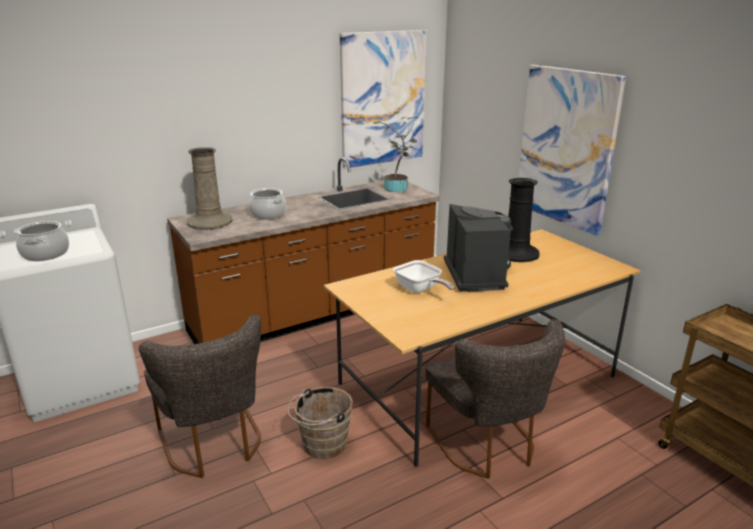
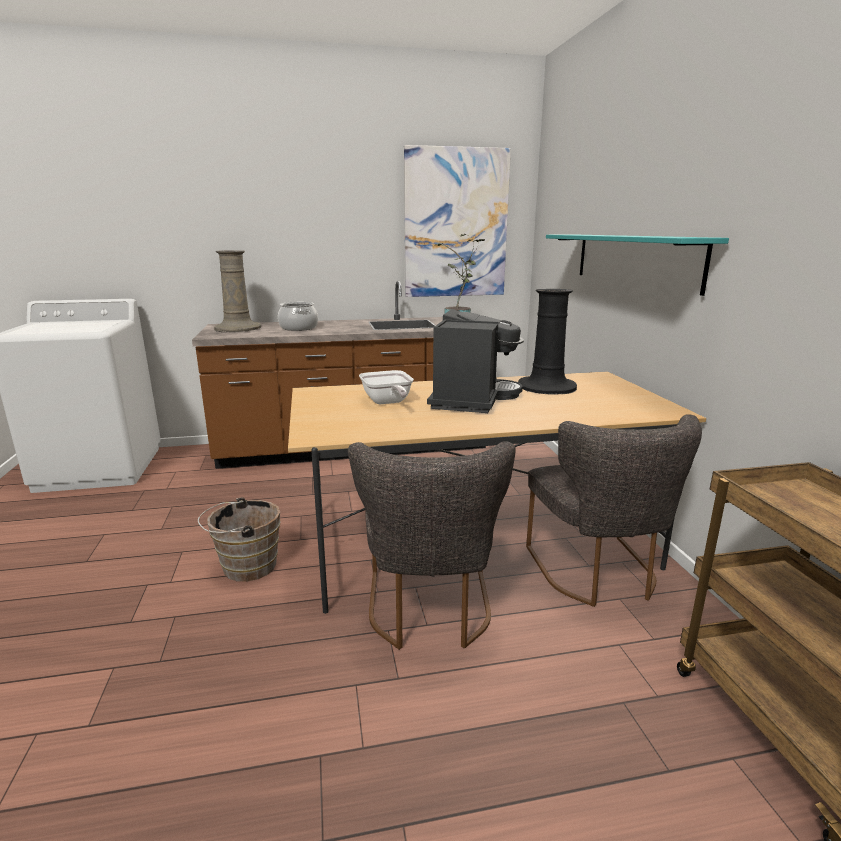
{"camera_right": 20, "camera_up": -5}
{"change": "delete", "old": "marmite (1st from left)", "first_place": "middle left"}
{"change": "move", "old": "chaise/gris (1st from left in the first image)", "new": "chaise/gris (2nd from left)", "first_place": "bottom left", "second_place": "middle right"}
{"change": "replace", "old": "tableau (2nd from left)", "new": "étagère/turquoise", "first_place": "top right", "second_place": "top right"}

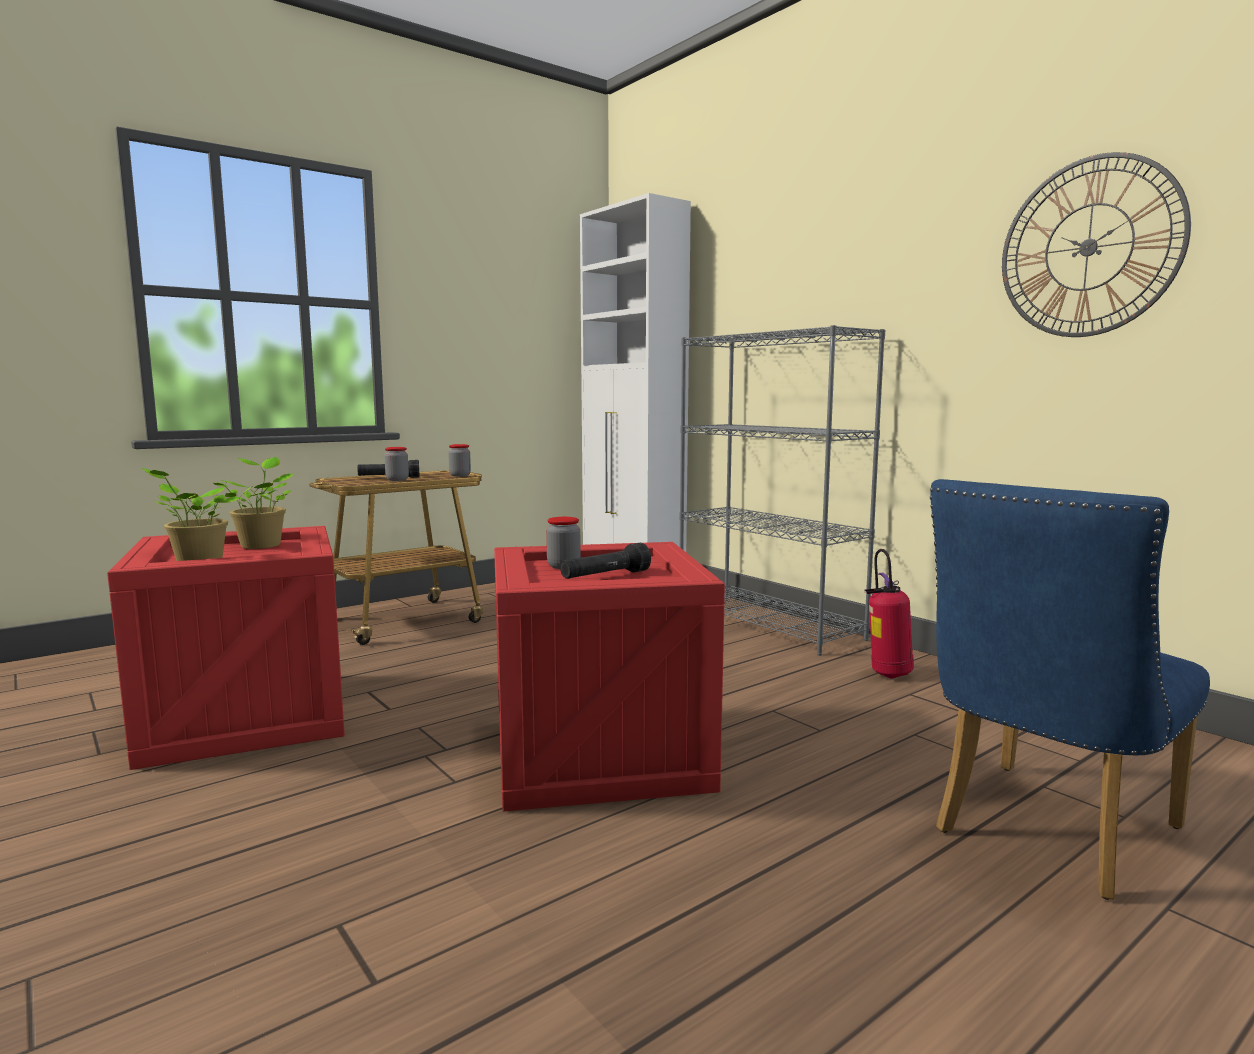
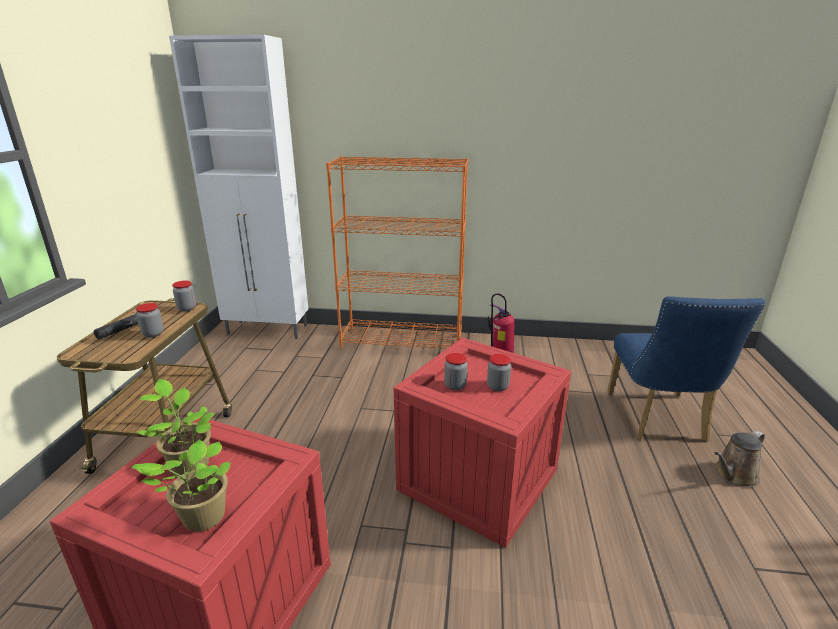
{"camera_right": -45, "camera_up": 15}
{"change": "delete", "old": "horloge murale", "first_place": "top right"}
{"change": "insert", "new": "arrosoir/marron", "second_place": "bottom right"}
{"change": "replace", "old": "lampe de poche/noir (2nd from left)", "new": "bocal (4th from left)", "first_place": "centre", "second_place": "centre"}
{"change": "recolor", "old": "bibliothèque/gris", "new": "bibliothèque/orange", "first_place": "centre", "second_place": "centre"}

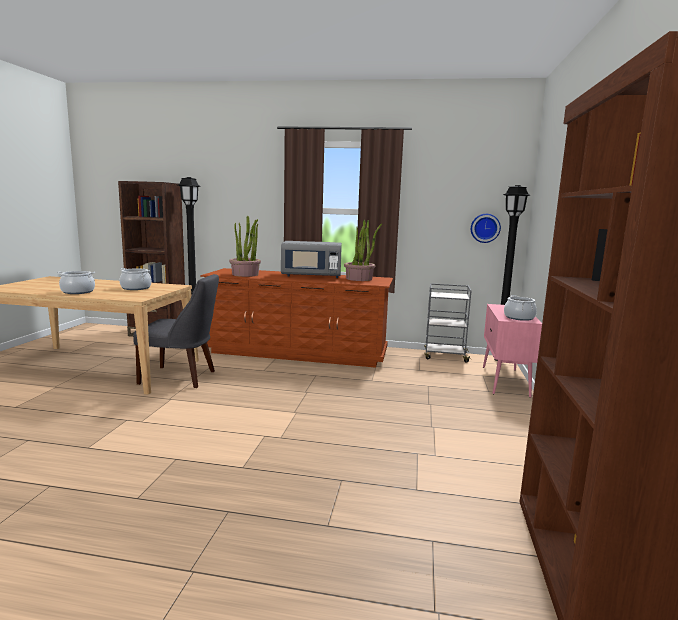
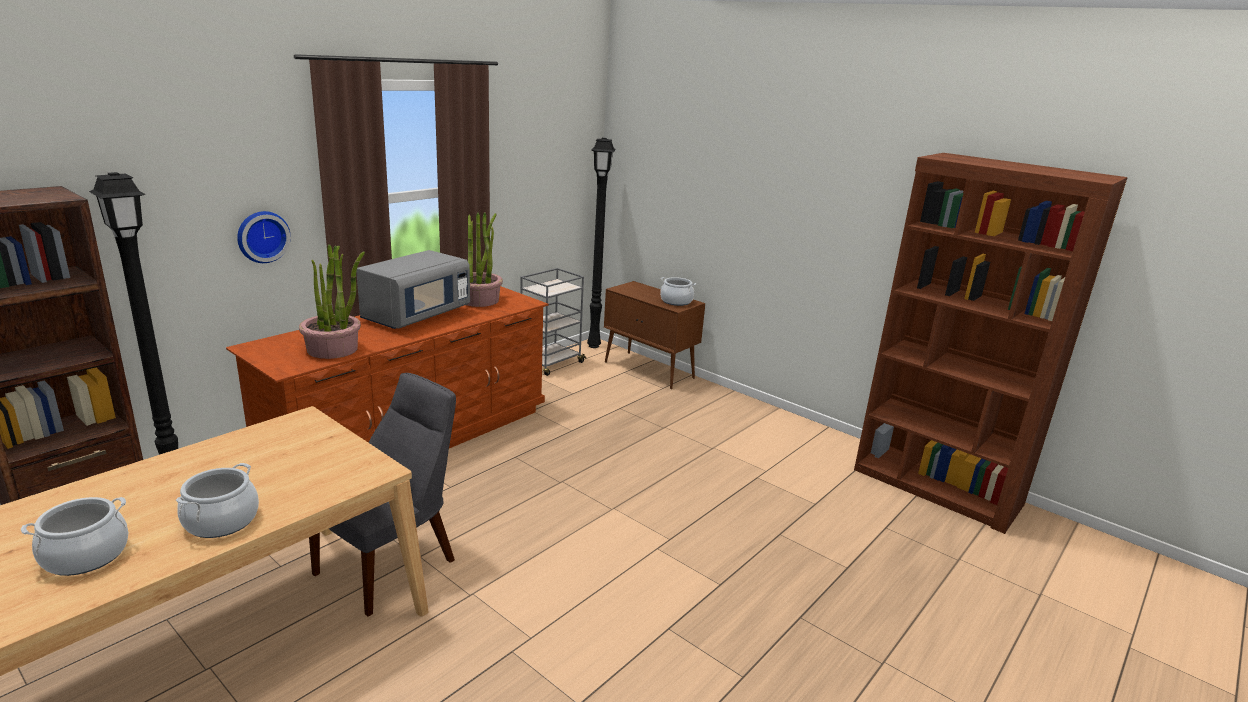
{"camera_right": -60, "camera_up": 10}
{"change": "move", "old": "marmite (2nd from left in the first image)", "new": "marmite (1st from left)", "first_place": "middle left", "second_place": "bottom left"}
{"change": "move", "old": "horloge murale", "first_place": "middle right", "second_place": "middle left"}
{"change": "recolor", "old": "meuble de rangement/rose", "new": "meuble de rangement/marron", "first_place": "middle right", "second_place": "centre"}

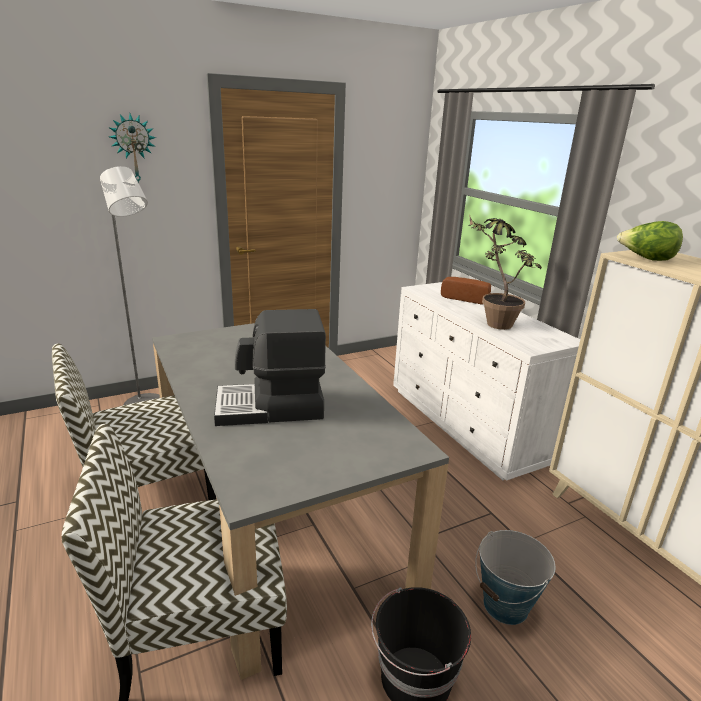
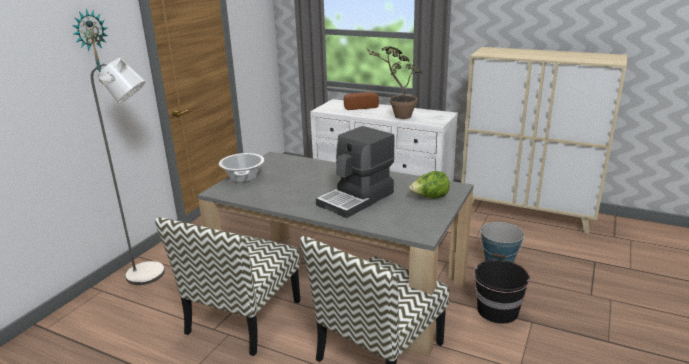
{"camera_right": -35, "camera_up": 0}
{"change": "insert", "new": "marmite", "second_place": "centre"}
{"change": "move", "old": "laitue", "first_place": "middle right", "second_place": "centre"}

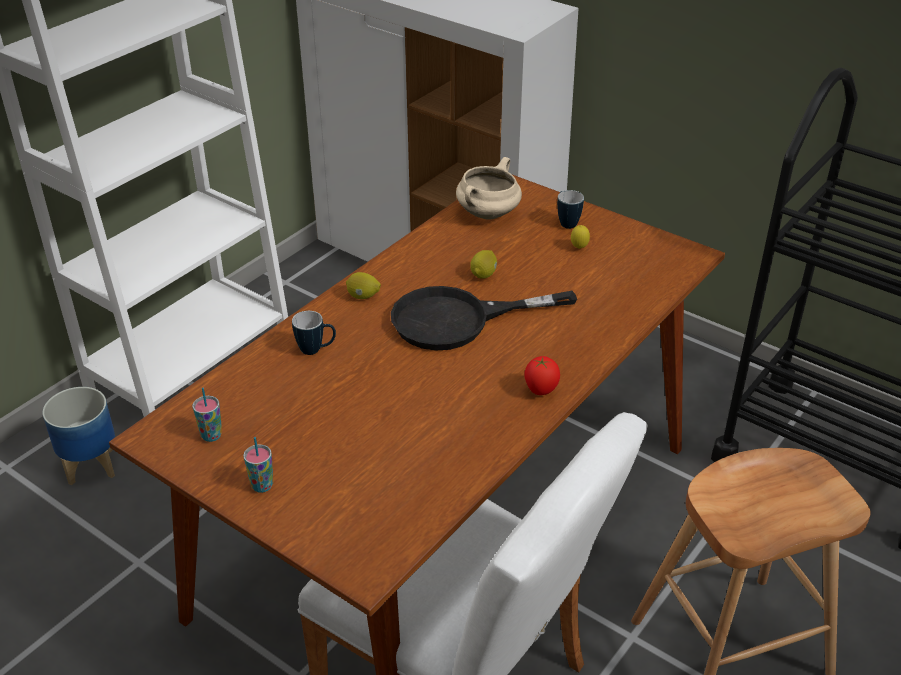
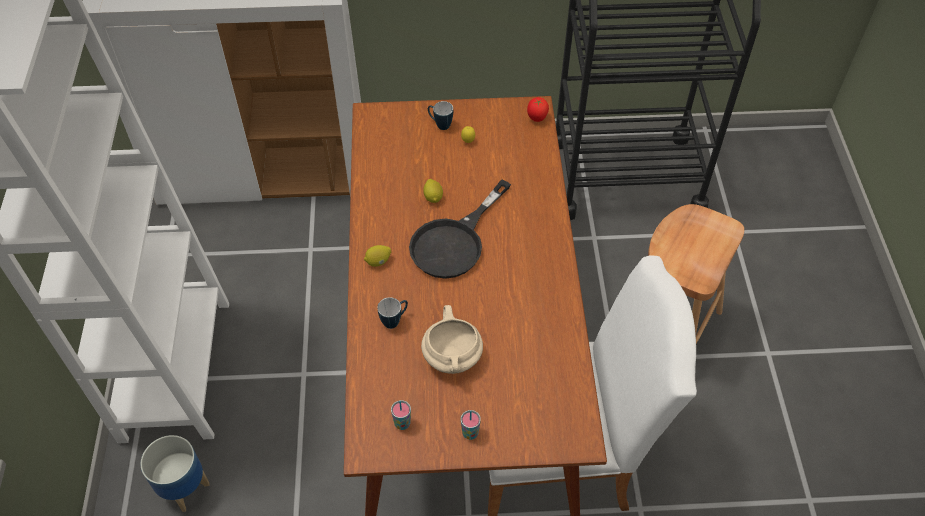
{"camera_right": -40, "camera_up": 15}
{"change": "move", "old": "marmite/beige", "first_place": "top centre", "second_place": "centre"}
{"change": "move", "old": "tomate", "first_place": "centre", "second_place": "top centre"}

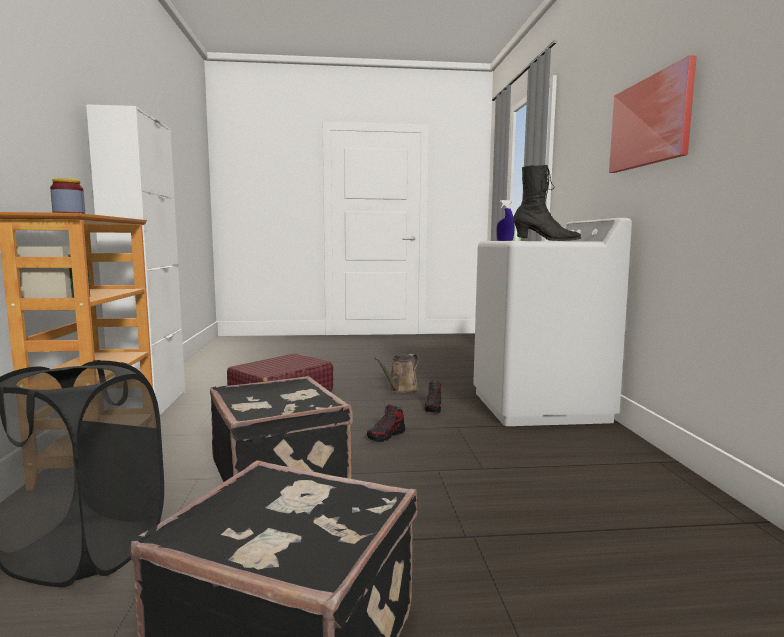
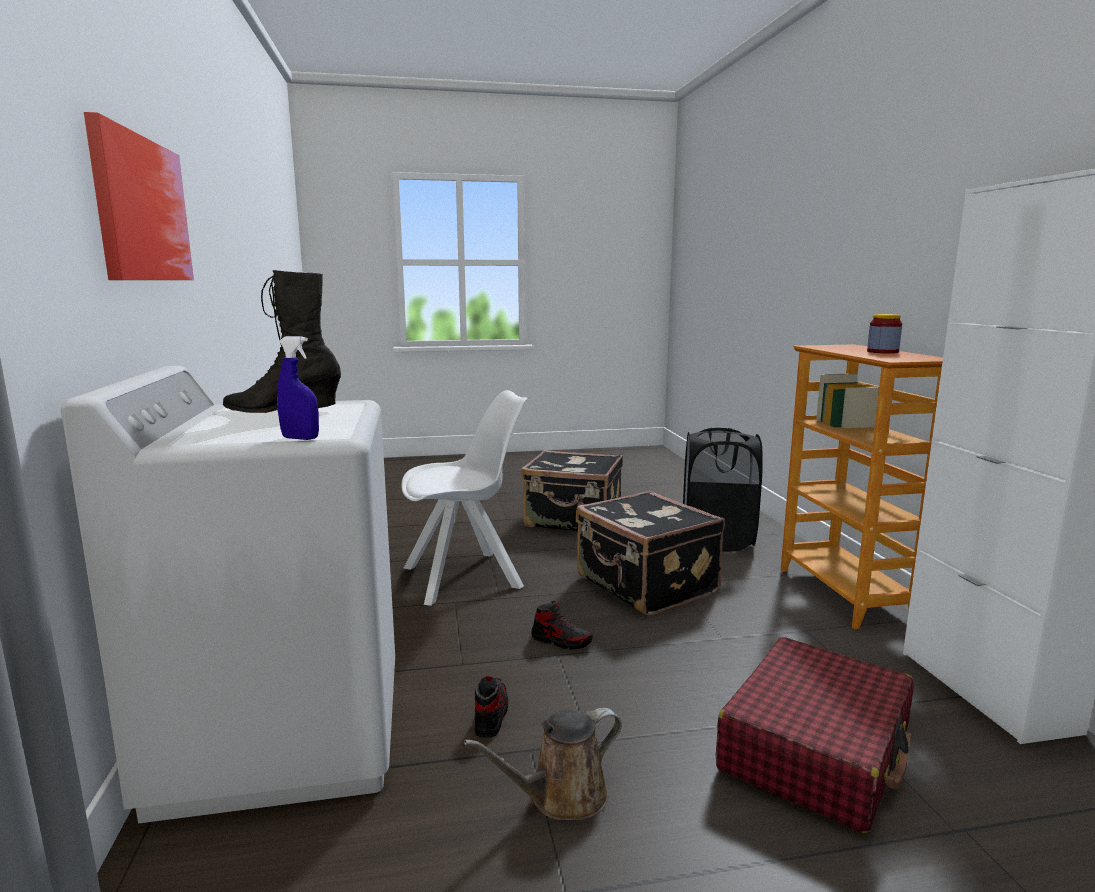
{"camera_right": 175, "camera_up": 5}
{"change": "insert", "new": "chaise/blanc", "second_place": "centre"}
{"change": "rotate", "old": "chaussure (1st from left in the first image)", "first_place": "centre", "second_place": "bottom centre", "degrees": 75}
{"change": "rotate", "old": "arrosoir/marron", "first_place": "centre", "second_place": "bottom centre", "degrees": -150}

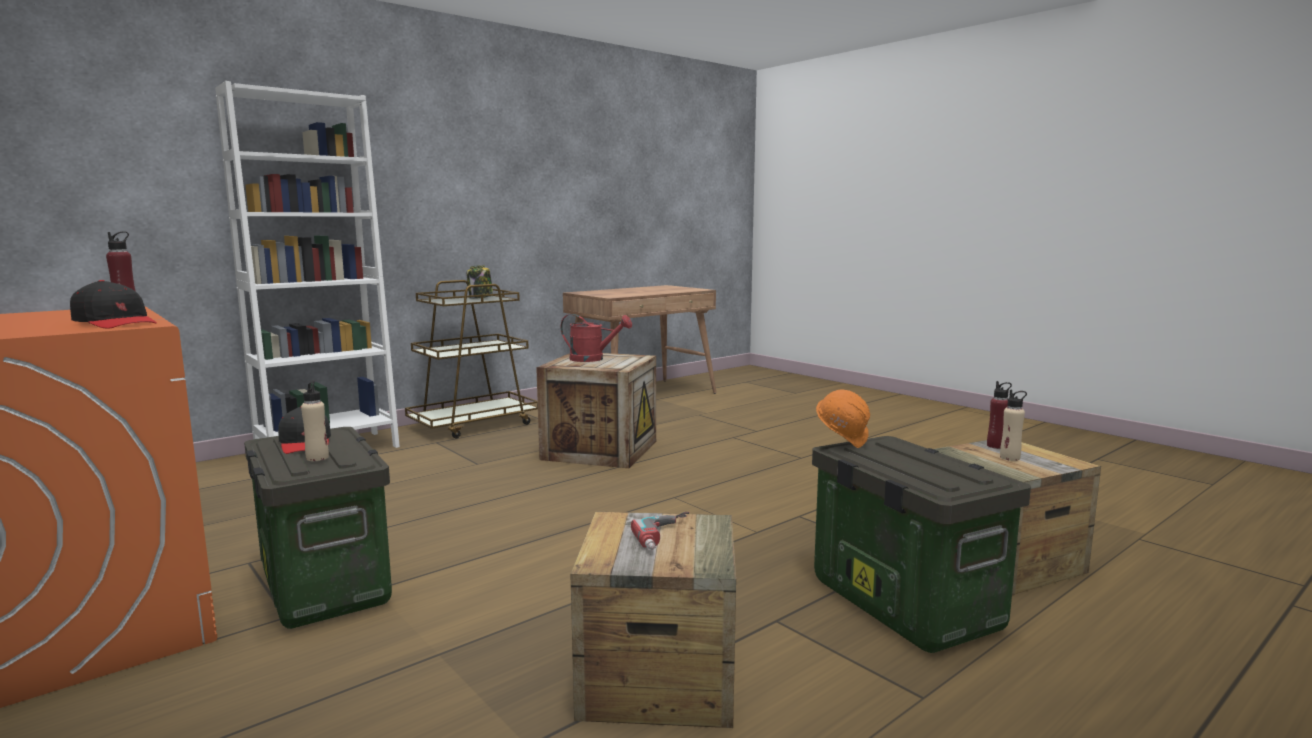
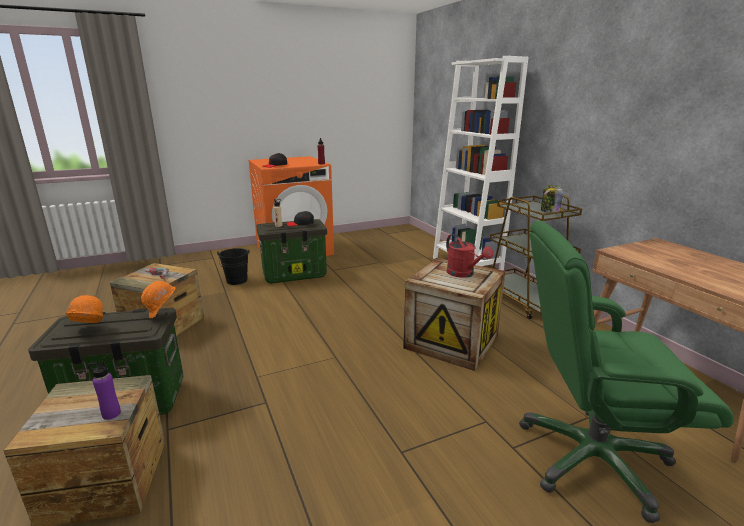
{"camera_right": 105, "camera_up": 10}
{"change": "delete", "old": "bouteille/beige (2nd from left)", "first_place": "middle right"}
{"change": "insert", "new": "casque de chantier/orange (1st from left)", "second_place": "middle left"}
{"change": "insert", "new": "seau/noir", "second_place": "middle left"}
{"change": "insert", "new": "chaise de bureau/vert", "second_place": "bottom right"}
{"change": "recolor", "old": "bouteille/rouge (2nd from left)", "new": "bouteille/violet", "first_place": "middle right", "second_place": "bottom left"}
{"change": "rotate", "old": "arrosoir/rouge", "first_place": "centre", "second_place": "centre", "degrees": -60}

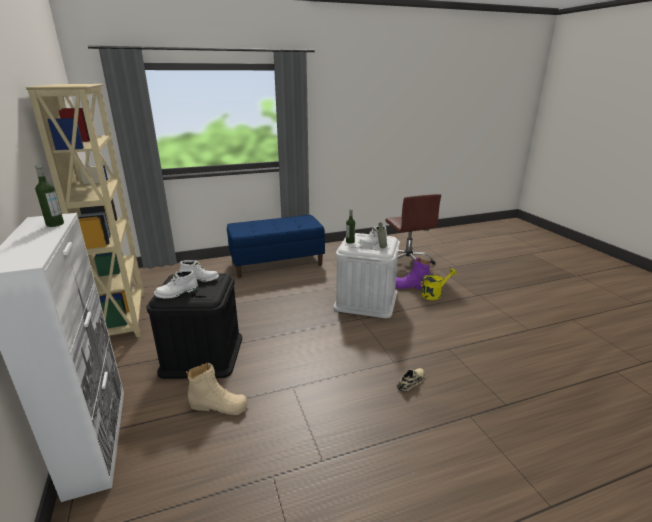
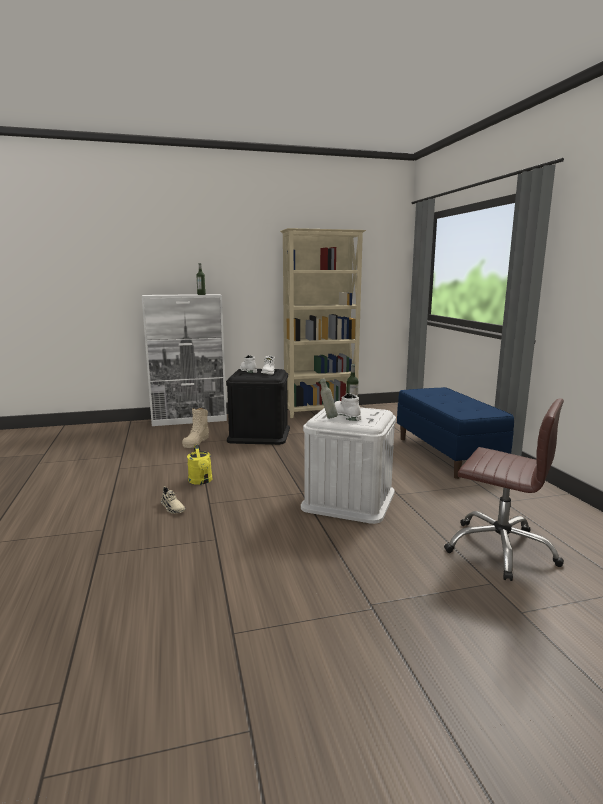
{"camera_right": 95, "camera_up": -10}
{"change": "delete", "old": "botte/violet", "first_place": "centre"}
{"change": "move", "old": "arrosoir/jaune", "first_place": "middle right", "second_place": "middle left"}
{"change": "rotate", "old": "chaise de bureau/marron", "first_place": "centre", "second_place": "middle right", "degrees": -135}

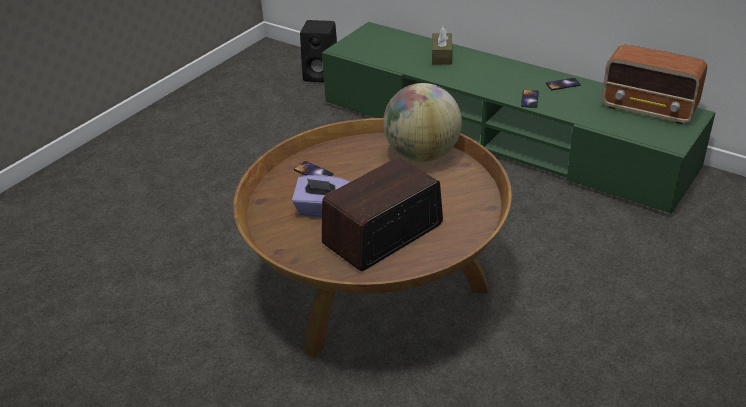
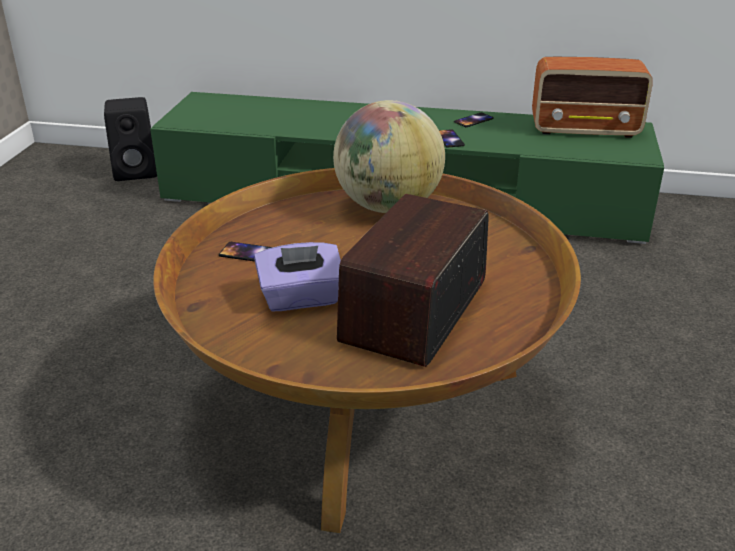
{"camera_right": -25, "camera_up": -5}
{"change": "delete", "old": "boîte à mouchoirs/marron", "first_place": "top centre"}

